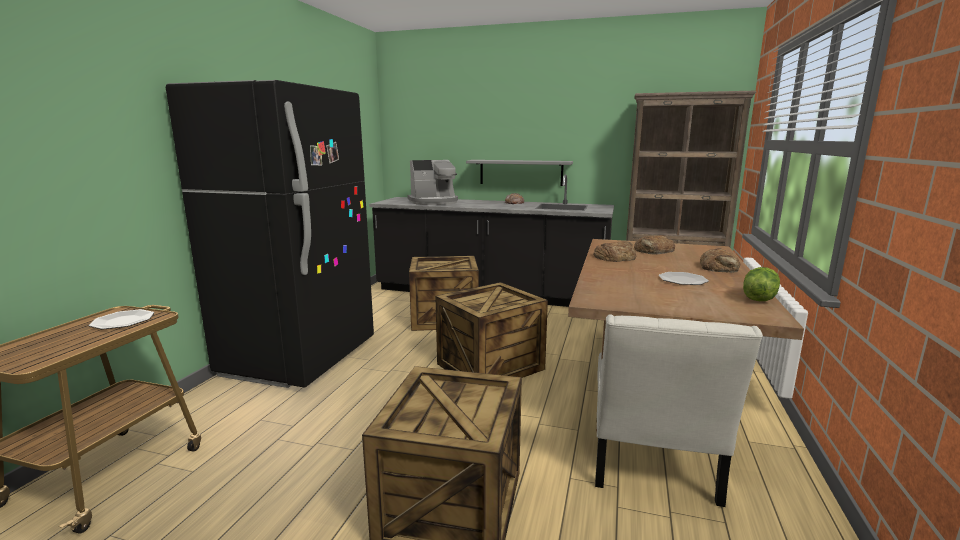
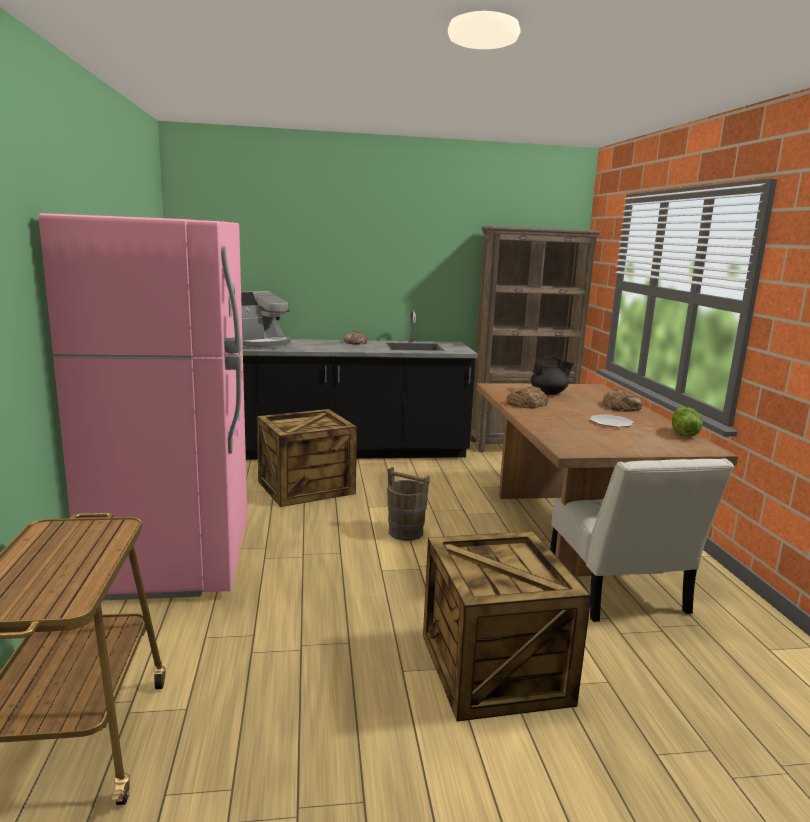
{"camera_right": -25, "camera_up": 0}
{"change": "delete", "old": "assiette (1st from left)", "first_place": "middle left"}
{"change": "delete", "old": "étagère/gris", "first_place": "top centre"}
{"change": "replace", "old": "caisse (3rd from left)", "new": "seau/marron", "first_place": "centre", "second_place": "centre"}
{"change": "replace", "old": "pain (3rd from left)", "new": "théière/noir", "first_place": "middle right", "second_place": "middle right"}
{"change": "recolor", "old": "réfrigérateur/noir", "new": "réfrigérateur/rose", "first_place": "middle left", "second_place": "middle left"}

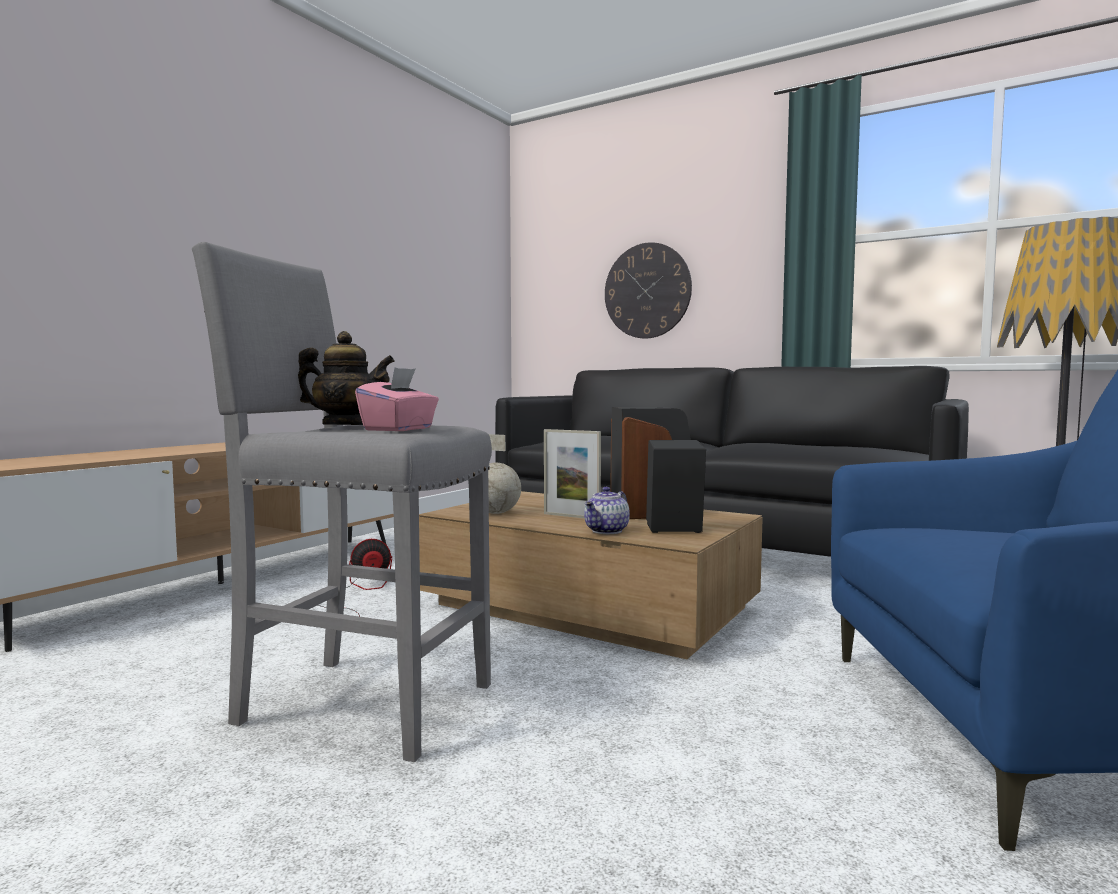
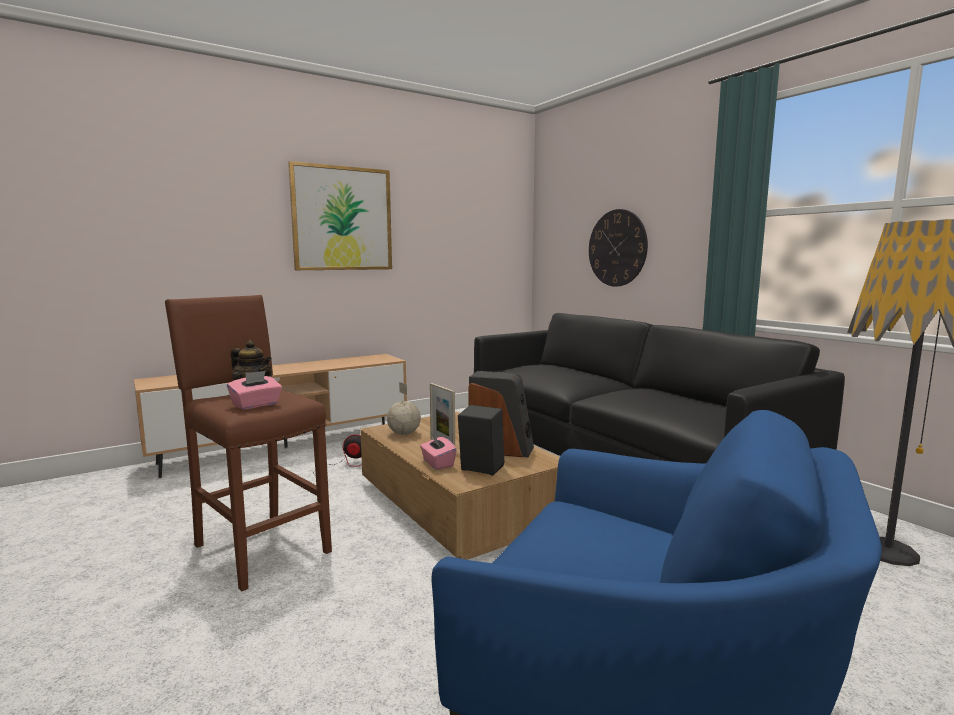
{"camera_right": 25, "camera_up": 5}
{"change": "insert", "new": "tableau", "second_place": "top centre"}
{"change": "replace", "old": "théière (2nd from left)", "new": "boîte à mouchoirs/rose (2nd from left)", "first_place": "centre", "second_place": "centre"}
{"change": "recolor", "old": "tabouret/gris", "new": "tabouret/marron", "first_place": "middle left", "second_place": "middle left"}

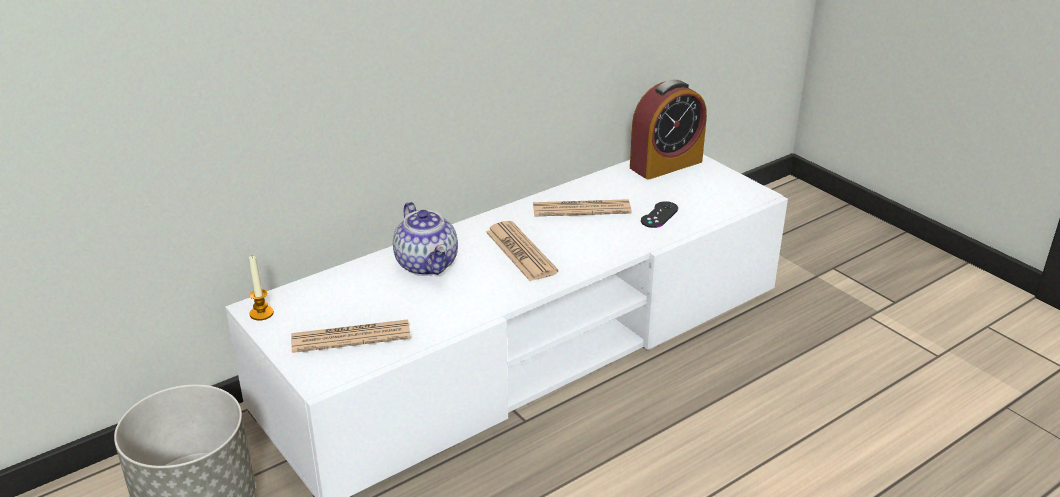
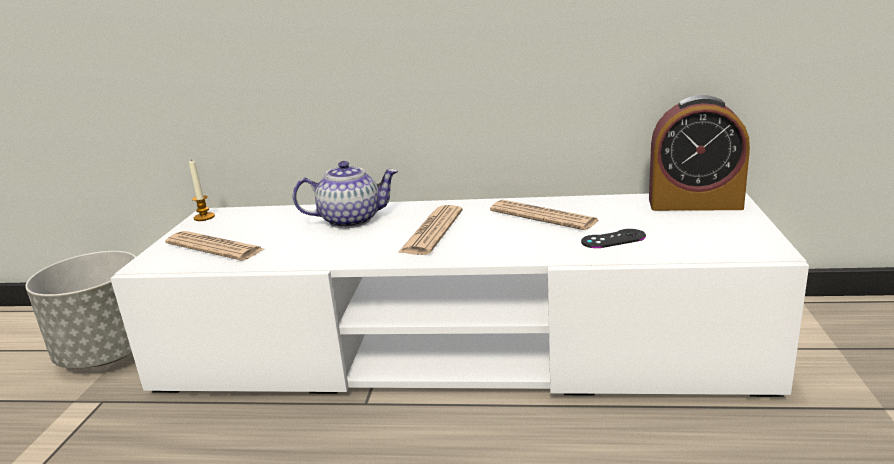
{"camera_right": 45, "camera_up": -10}
{"change": "rotate", "old": "théière", "first_place": "centre", "second_place": "centre", "degrees": -120}

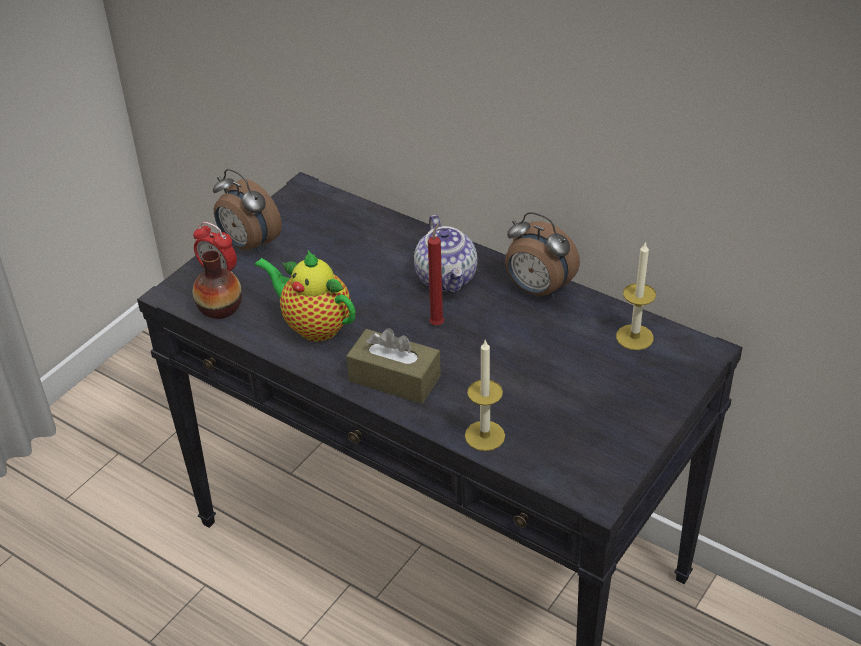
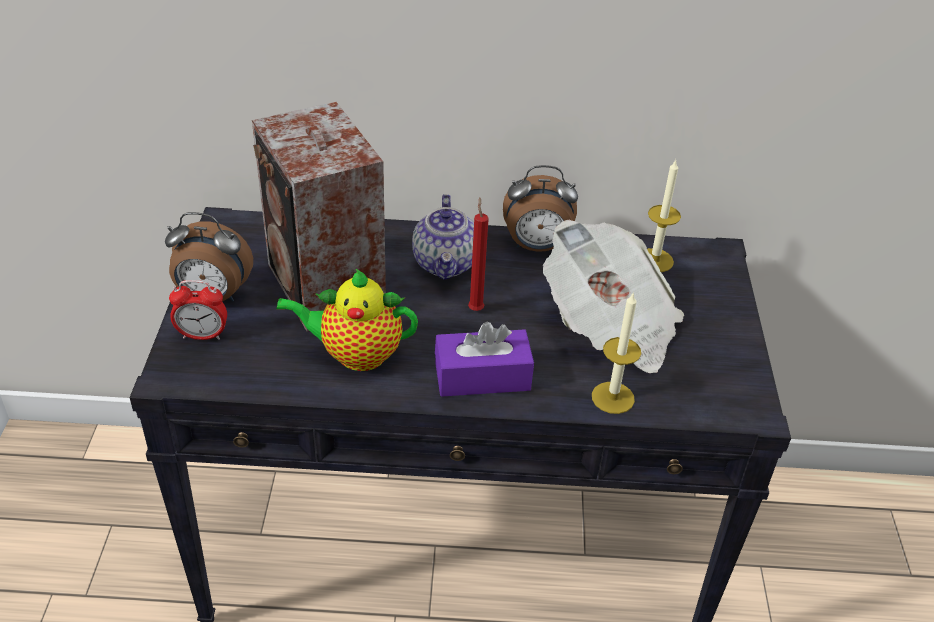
{"camera_right": -35, "camera_up": 0}
{"change": "delete", "old": "vase", "first_place": "middle left"}
{"change": "insert", "new": "enceinte", "second_place": "centre"}
{"change": "insert", "new": "journal", "second_place": "centre"}
{"change": "recolor", "old": "boîte à mouchoirs/marron", "new": "boîte à mouchoirs/violet", "first_place": "centre", "second_place": "centre"}
{"change": "rotate", "old": "théière (2nd from left)", "first_place": "centre", "second_place": "centre", "degrees": 45}

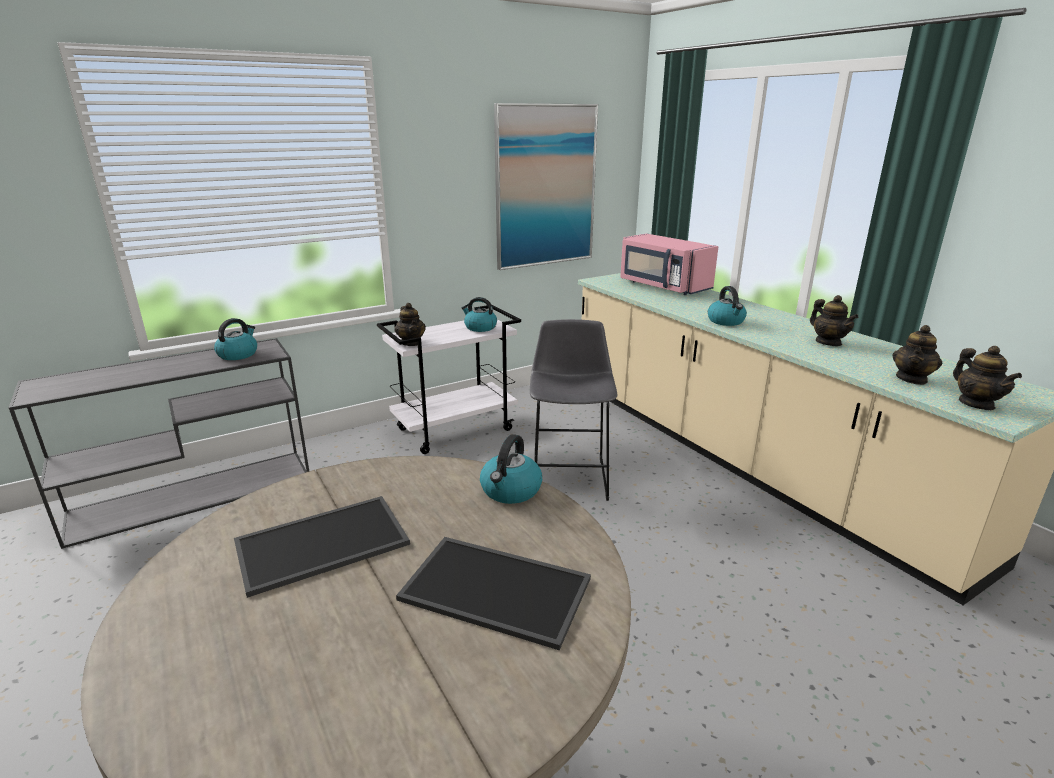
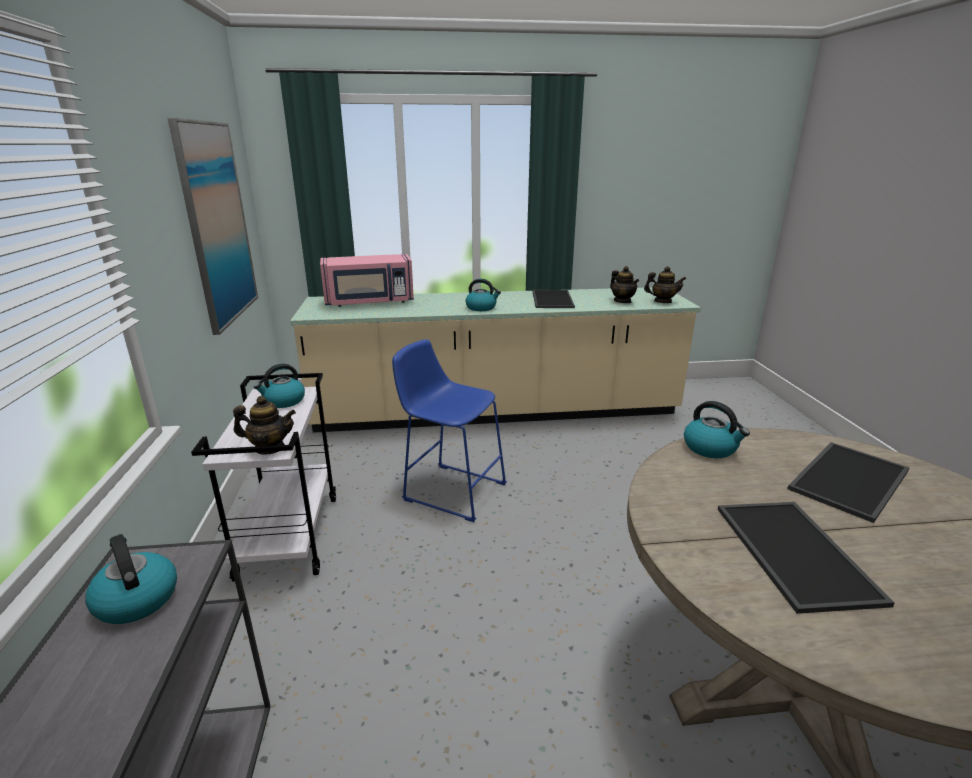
{"camera_right": -65, "camera_up": 0}
{"change": "replace", "old": "théière (2nd from left)", "new": "plateau (1st from left)", "first_place": "middle right", "second_place": "centre"}
{"change": "recolor", "old": "tabouret/gris", "new": "tabouret/bleu", "first_place": "centre", "second_place": "centre"}

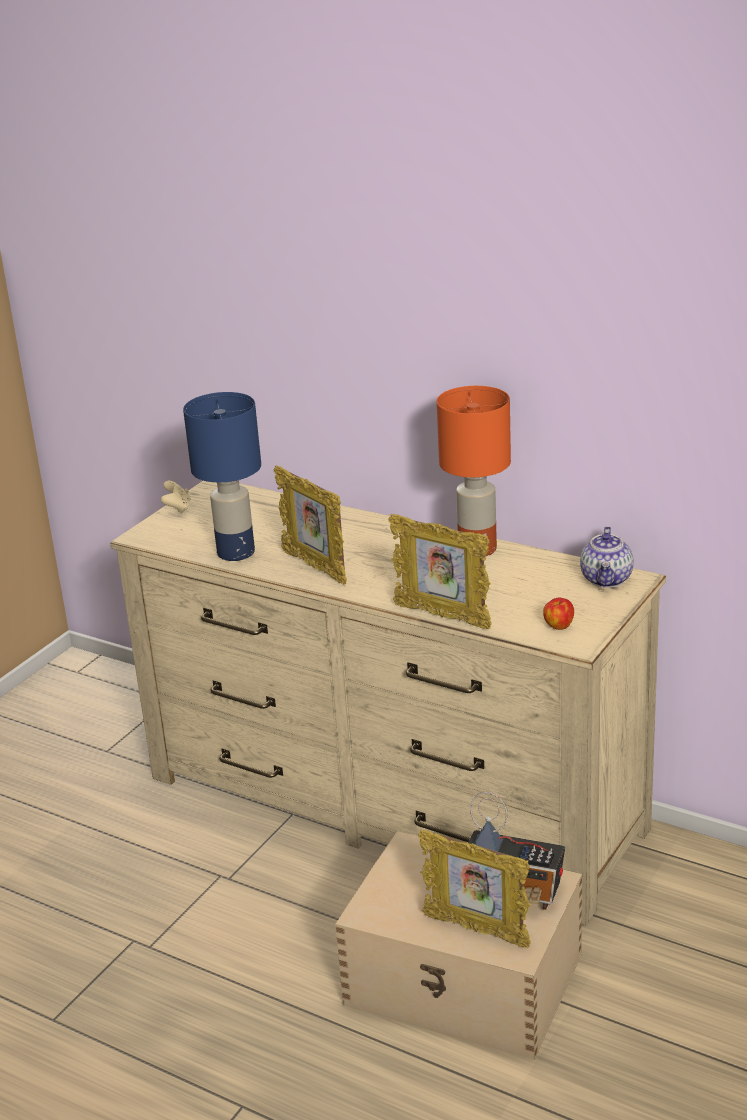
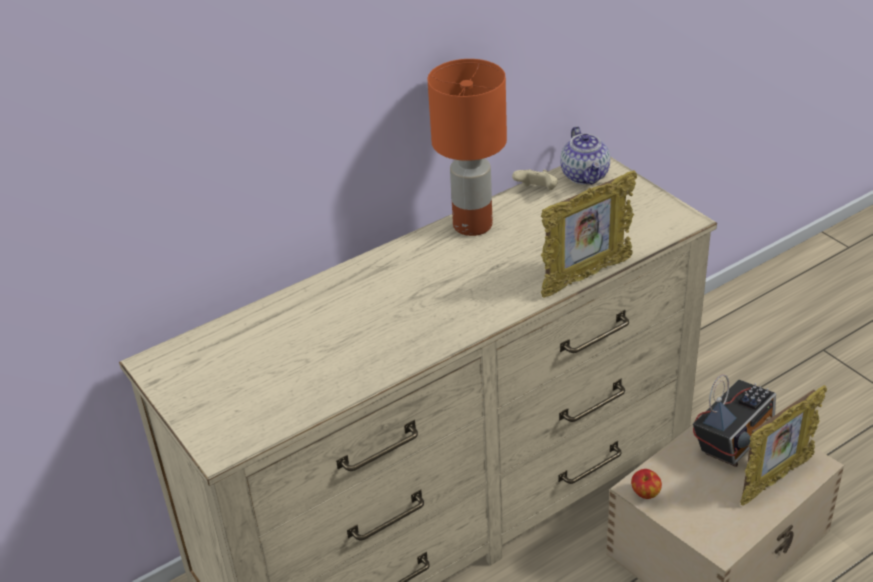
{"camera_right": -65, "camera_up": 10}
{"change": "delete", "old": "lampe de table/bleu", "first_place": "middle left"}
{"change": "delete", "old": "cadre photo (1st from left)", "first_place": "centre"}
{"change": "move", "old": "manette/beige", "first_place": "middle left", "second_place": "top centre"}
{"change": "move", "old": "pomme", "first_place": "middle right", "second_place": "bottom right"}
{"change": "rotate", "old": "théière", "first_place": "middle right", "second_place": "top right", "degrees": 45}

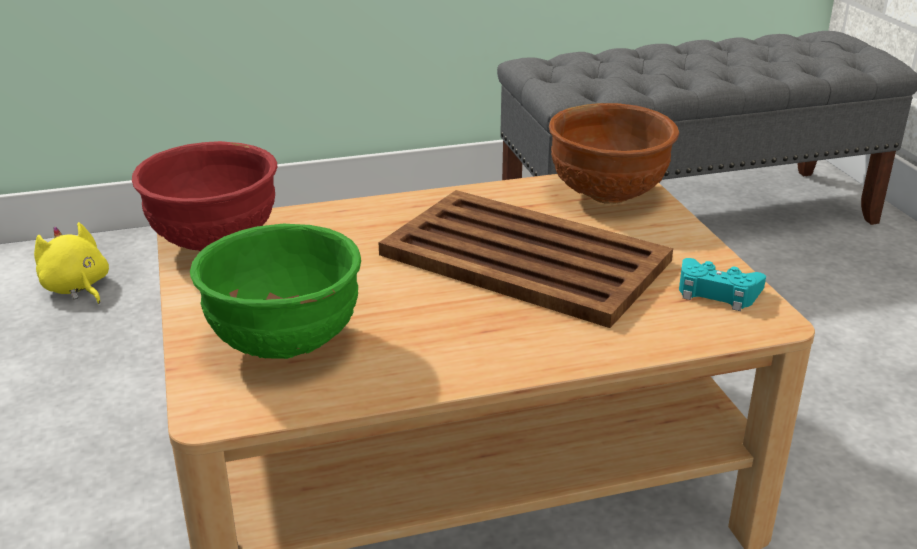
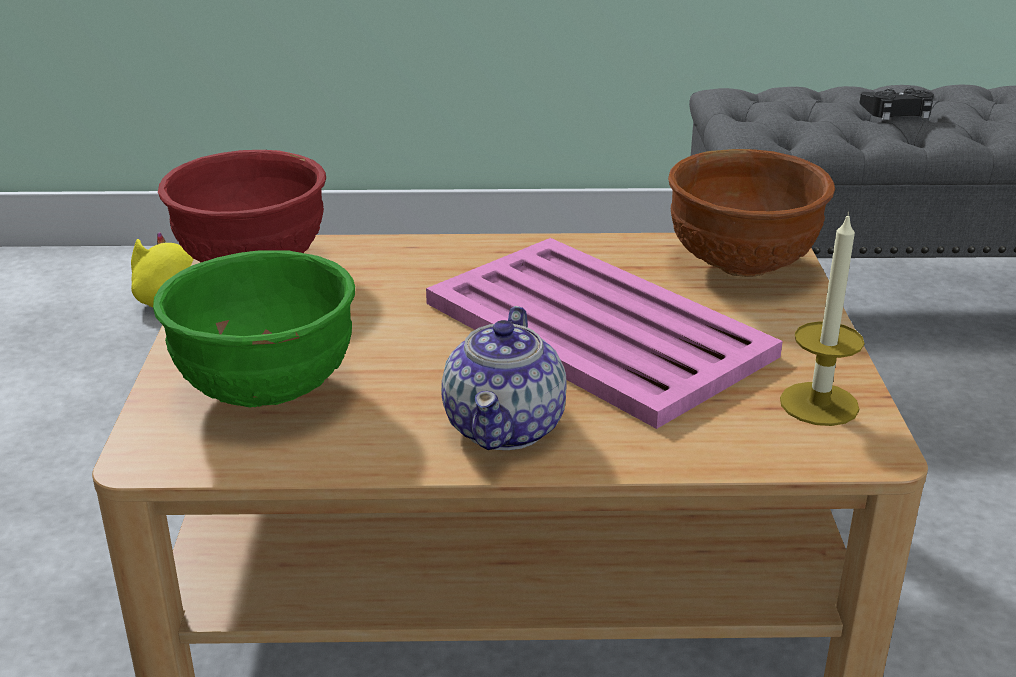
{"camera_right": 15, "camera_up": 0}
{"change": "insert", "new": "théière", "second_place": "centre"}
{"change": "insert", "new": "manette/noir", "second_place": "top right"}
{"change": "replace", "old": "manette/turquoise", "new": "bougie", "first_place": "middle right", "second_place": "middle right"}
{"change": "recolor", "old": "plateau/marron", "new": "plateau/rose", "first_place": "centre", "second_place": "centre"}

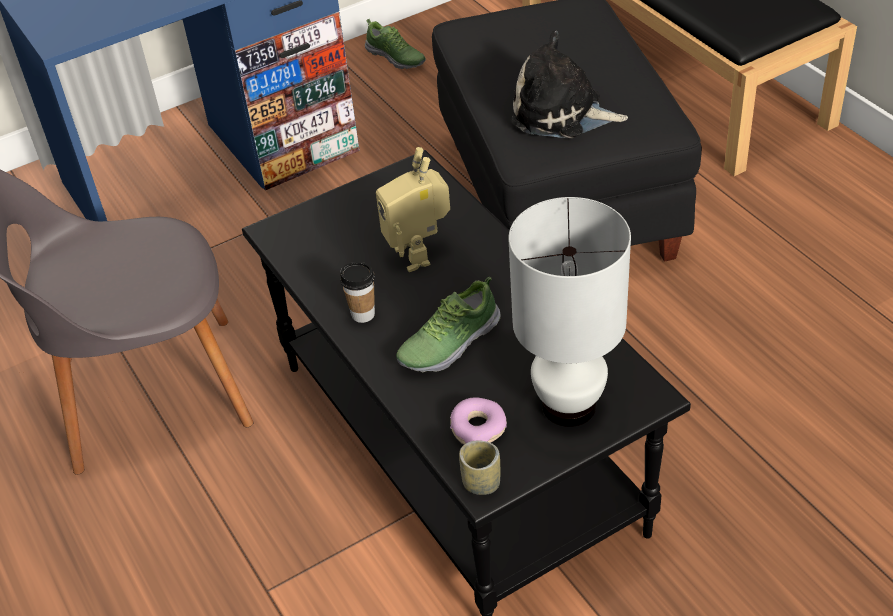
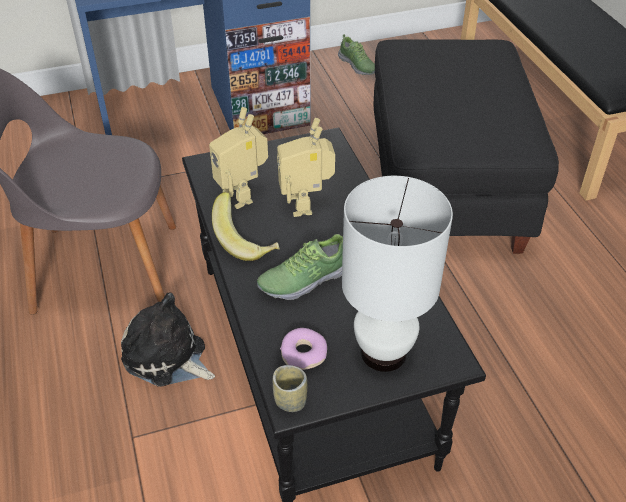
{"camera_right": 10, "camera_up": 0}
{"change": "insert", "new": "robot jouet (1st from left)", "second_place": "top centre"}
{"change": "move", "old": "peluche", "first_place": "top centre", "second_place": "bottom left"}
{"change": "replace", "old": "tasse (1st from left)", "new": "banane", "first_place": "centre", "second_place": "centre"}

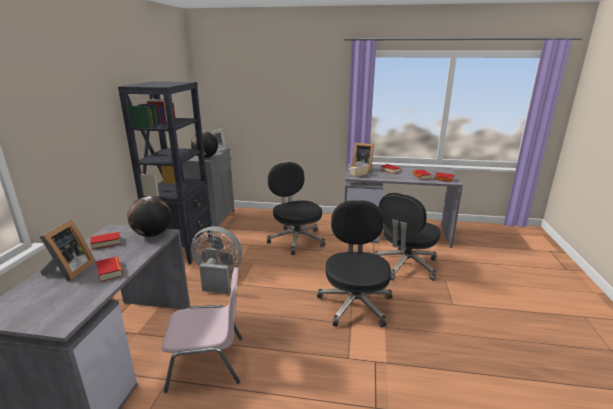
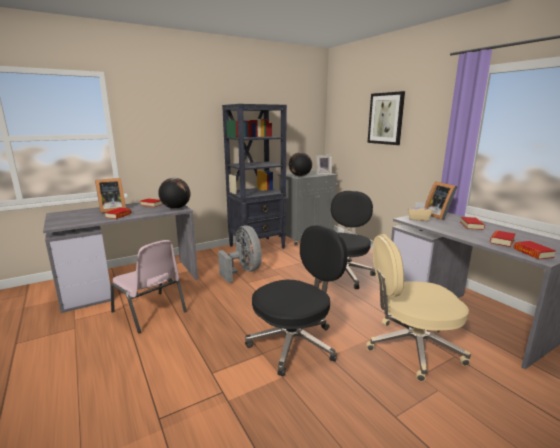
{"camera_right": 50, "camera_up": -5}
{"change": "insert", "new": "tableau", "second_place": "top right"}
{"change": "recolor", "old": "chaise de bureau/noir (3rd from left)", "new": "chaise de bureau/beige", "first_place": "centre", "second_place": "bottom right"}

